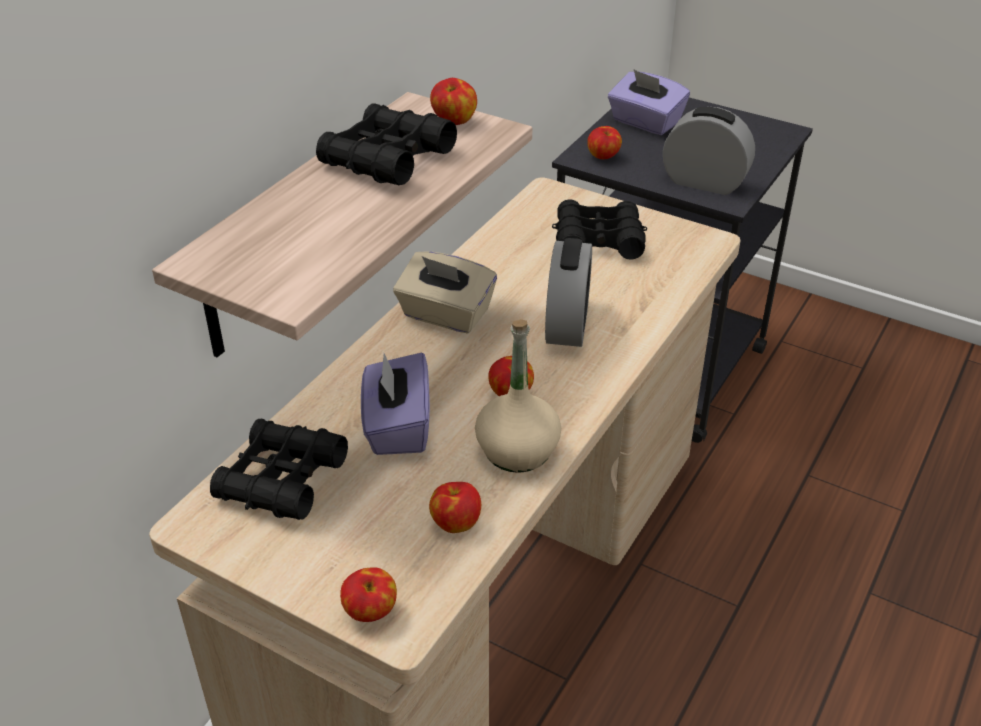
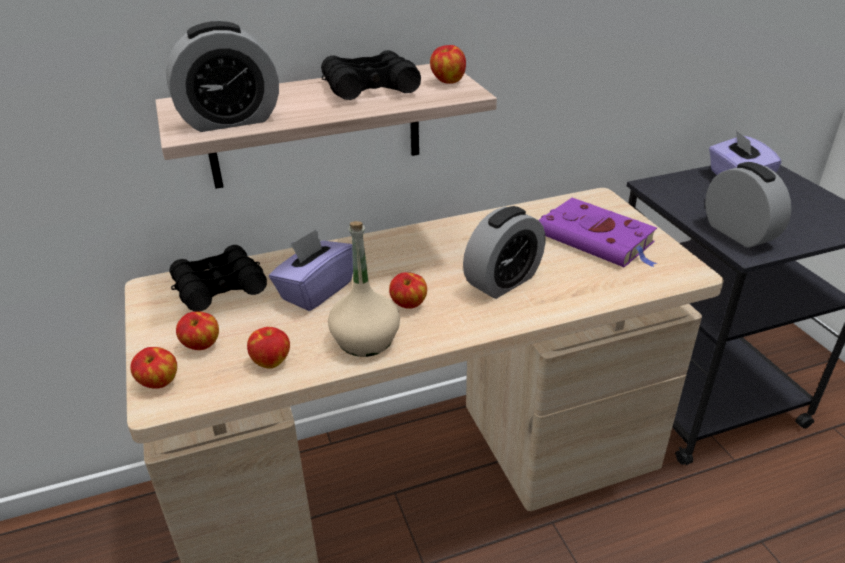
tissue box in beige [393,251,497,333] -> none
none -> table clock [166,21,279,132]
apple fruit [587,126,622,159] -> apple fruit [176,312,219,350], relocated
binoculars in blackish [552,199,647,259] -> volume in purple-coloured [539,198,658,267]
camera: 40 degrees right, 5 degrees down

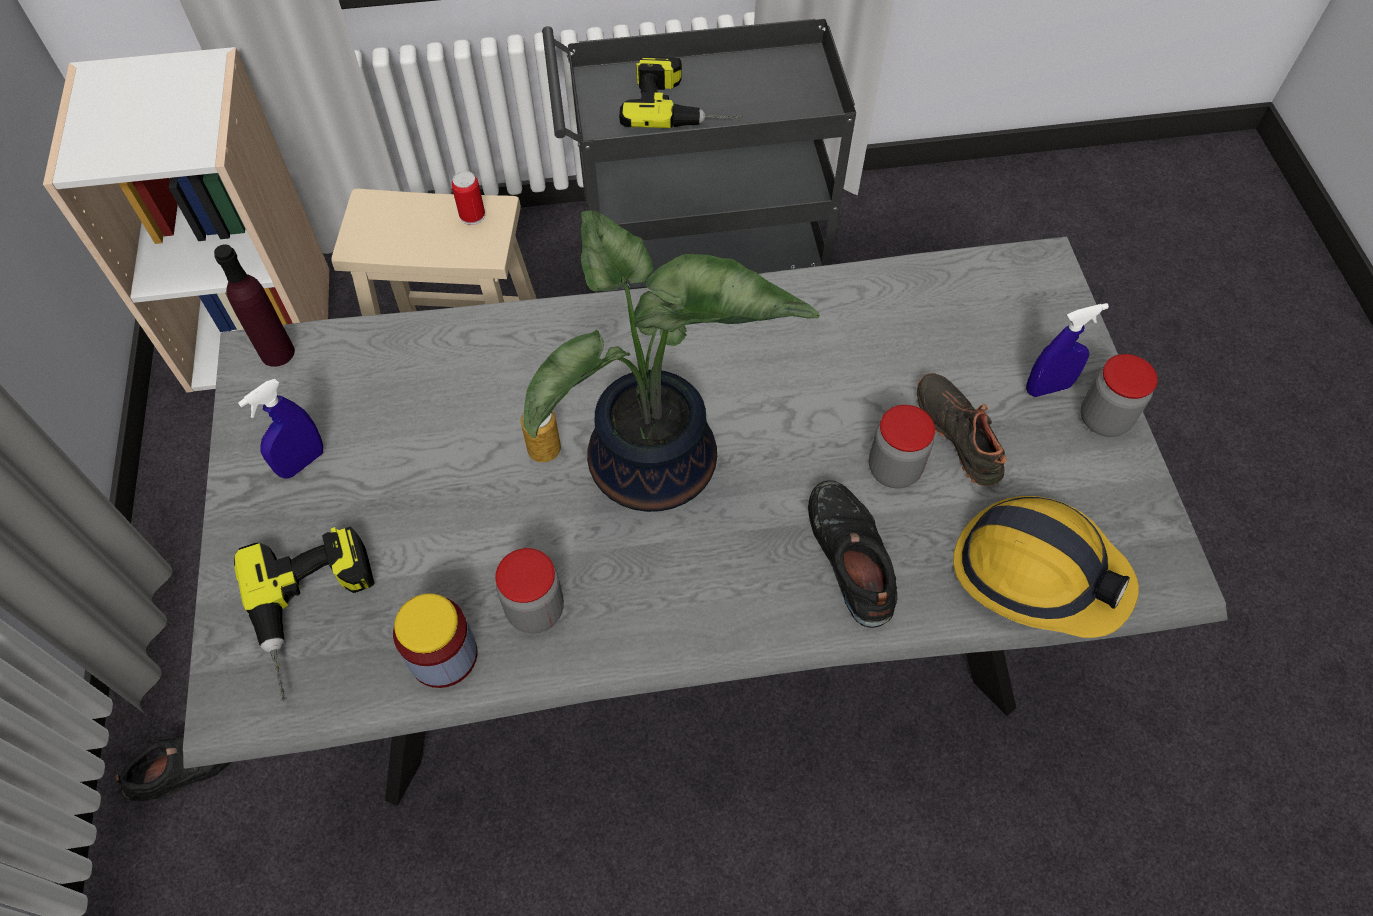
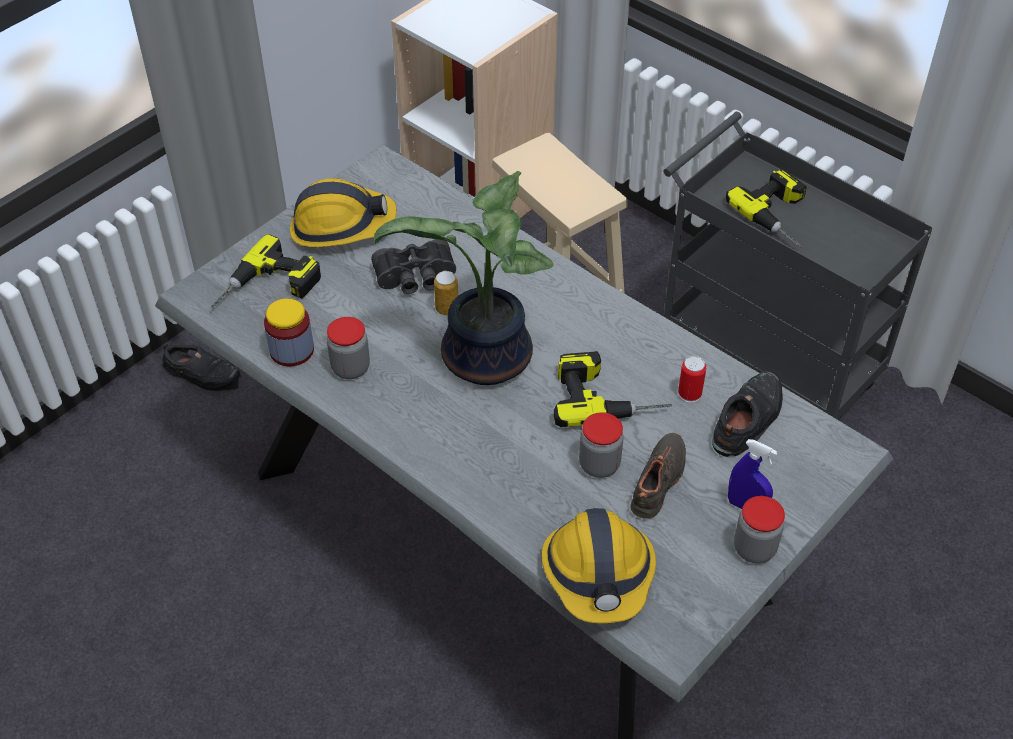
drink bottle in purple-coloured [214,244,295,367] -> none
none -> binoculars in blackish [371,239,456,294]
none -> electric drill [554,351,672,427]
can [451,171,485,225] -> can [678,356,706,403], relocated
low shoe in blackish [808,480,897,628] -> low shoe in blackish [712,371,783,457], relocated
sprayer in blue-coloured [238,379,323,479] -> work helmet [290,178,397,247]
camera: 50 degrees right, 10 degrees down

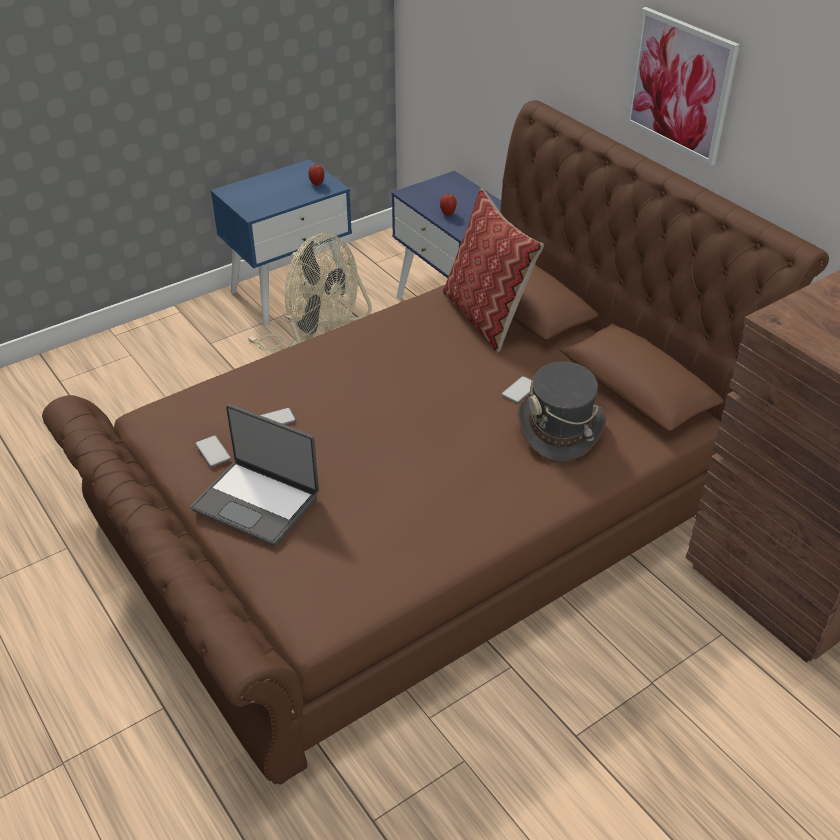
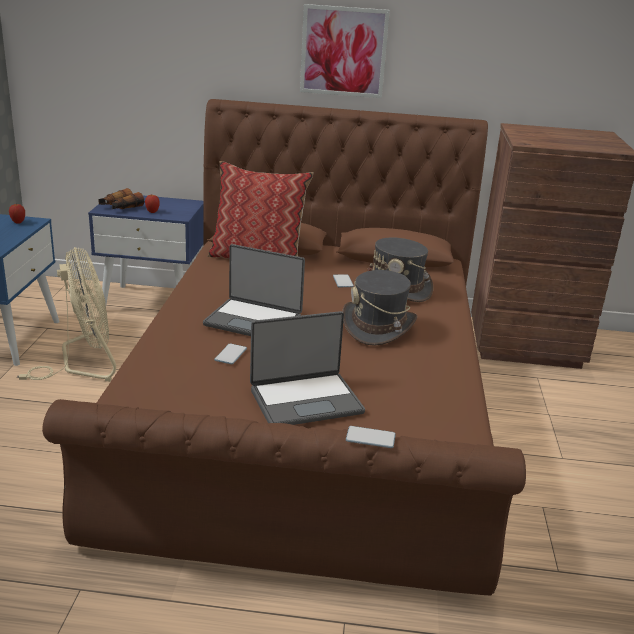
none -> binoculars [98,188,144,209]
none -> portable computer [203,244,305,336]
none -> clothing hat in gray [342,270,418,346]
phone [195,435,231,467] -> phone [346,426,396,448], relocated
camera: 50 degrees left, 15 degrees down

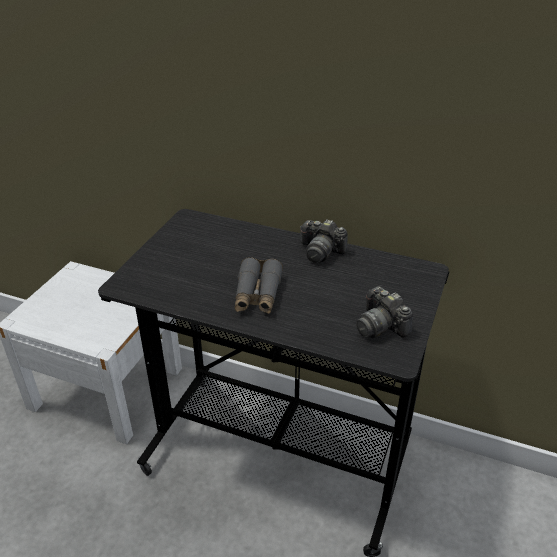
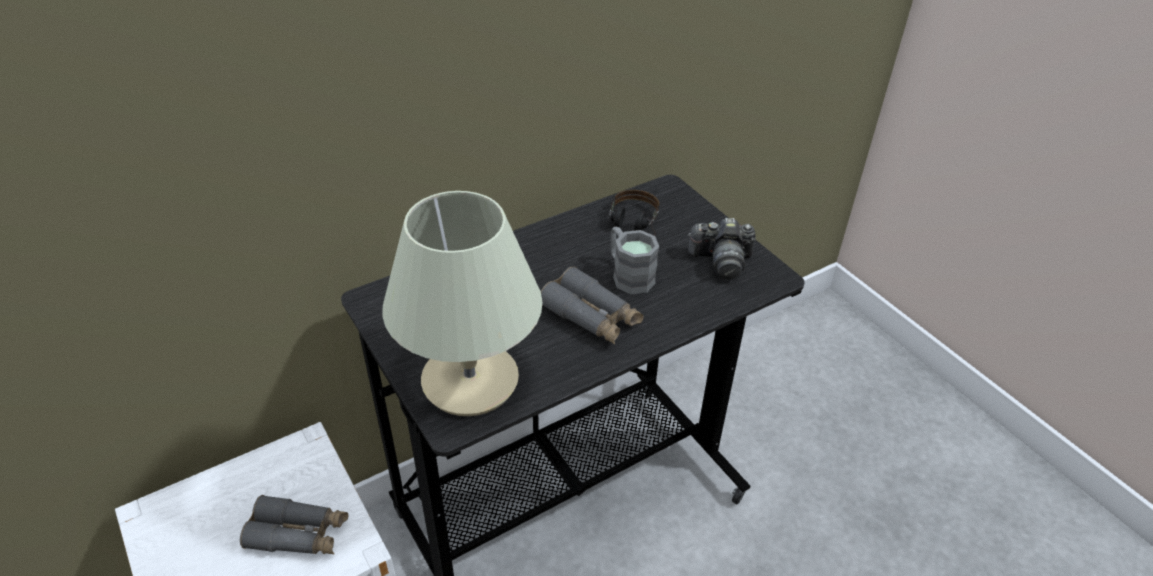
photo camera [300,219,348,263] -> none
none -> binoculars in gray [240,495,348,554]
none -> table lamp in beige [382,191,543,416]
none -> headphones [609,190,659,236]
none -> tea mug in gray [611,227,659,294]
camera: 55 degrees left, 5 degrees up

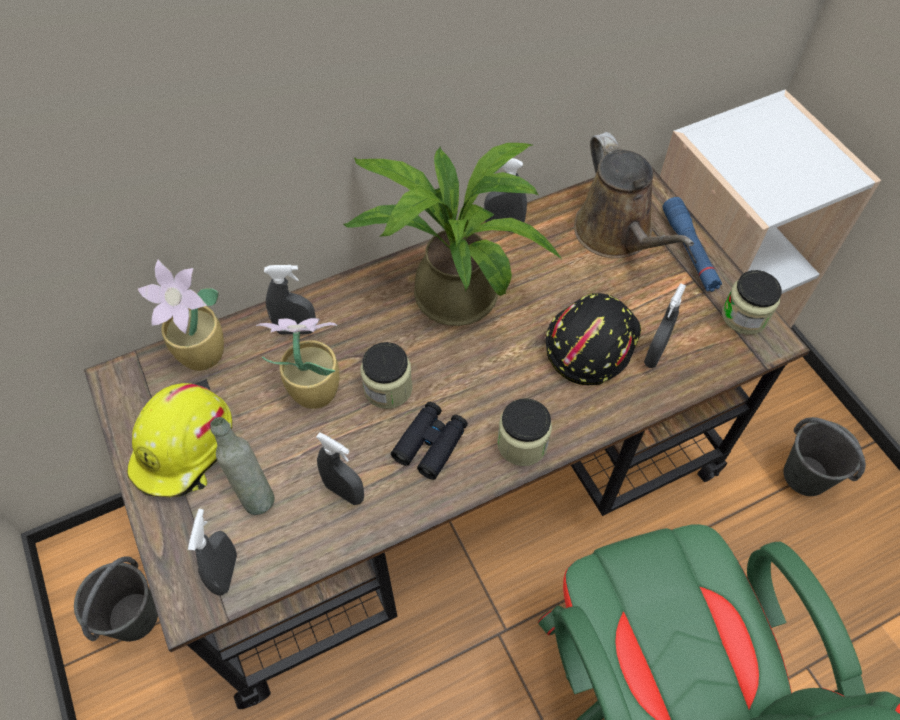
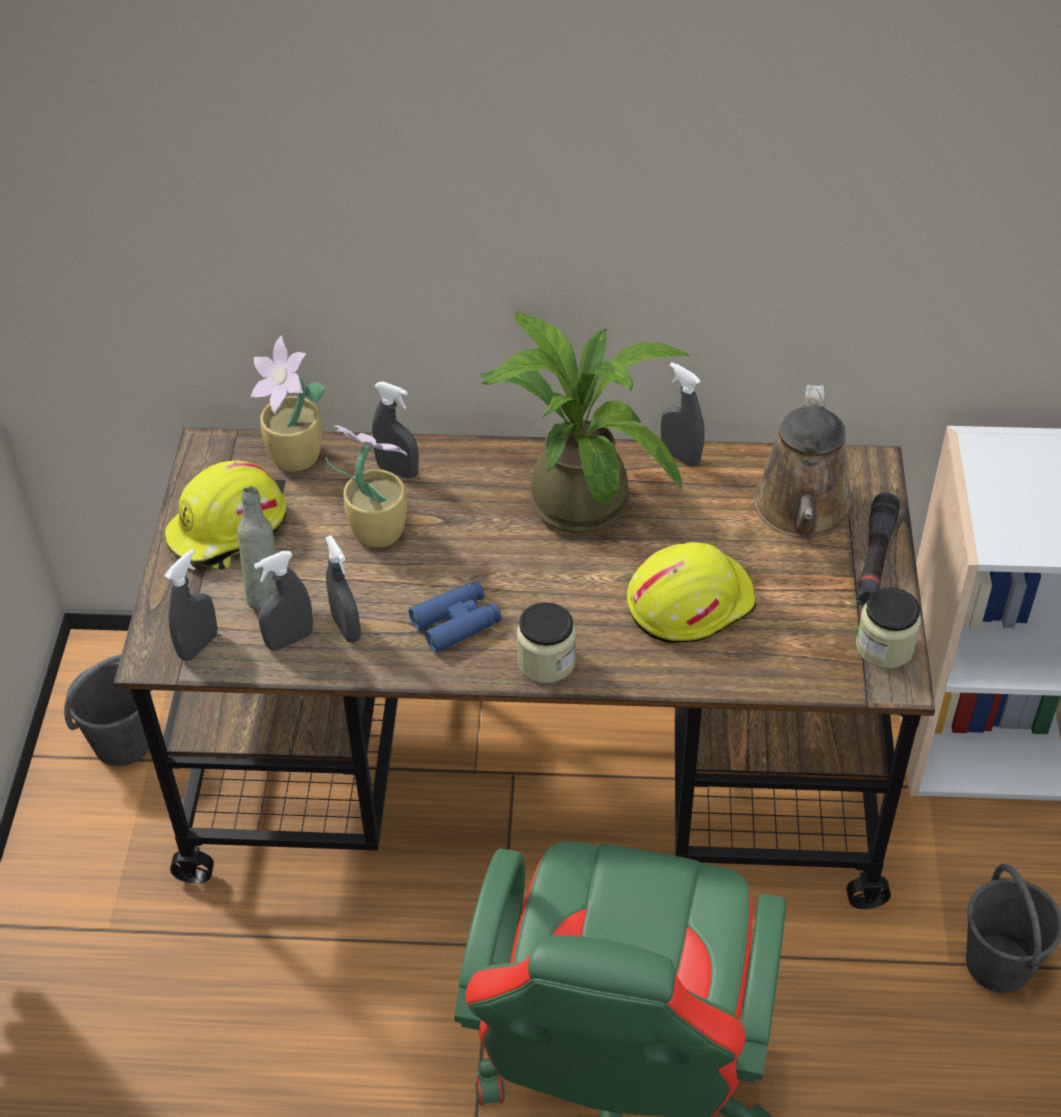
storage jar [361,342,413,409] -> none
sprayer in gray [644,283,686,368] -> sprayer in gray [254,551,313,651], relocated
binoculars in blackish [391,402,468,480] -> binoculars in blue-coloured [409,581,502,653]
work helmet in blackish [546,293,641,385] -> work helmet in yellowish [627,542,756,644]
torch in blue-coloured [662,197,722,292] -> torch in blackish [856,492,900,606]
camera: 30 degrees right, 10 degrees down

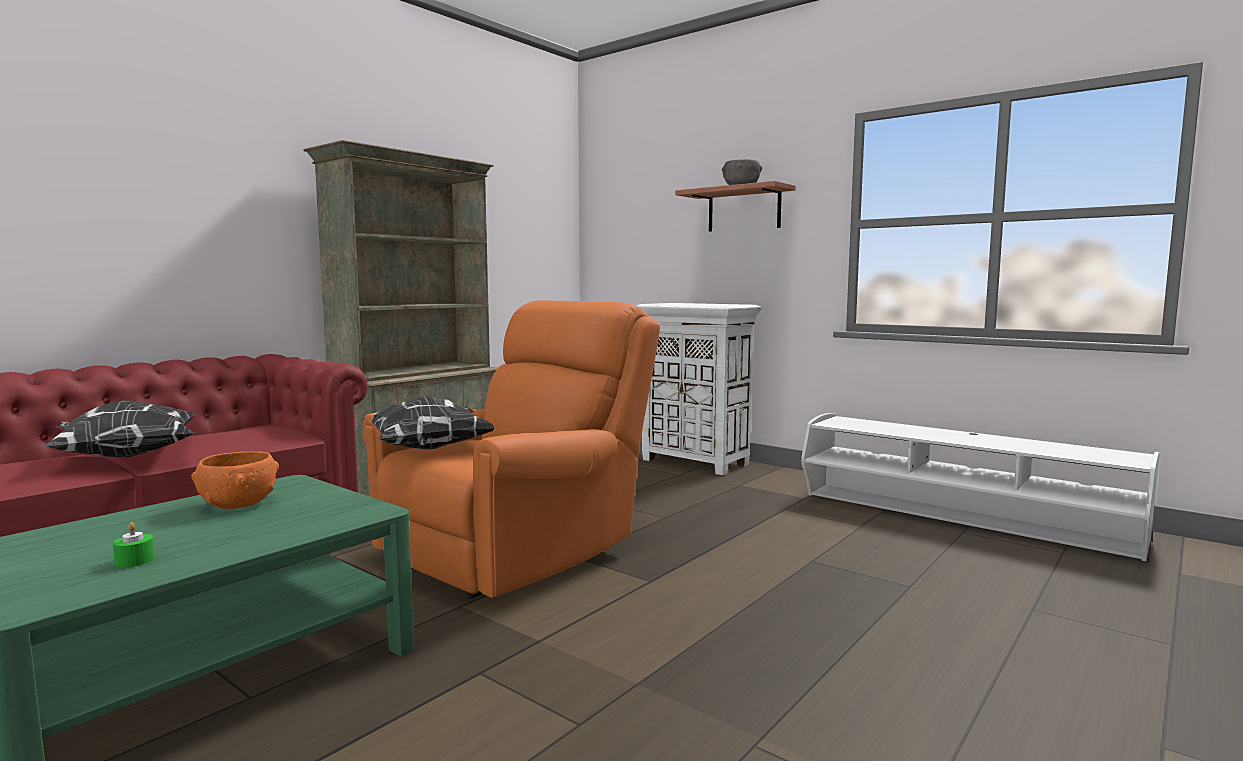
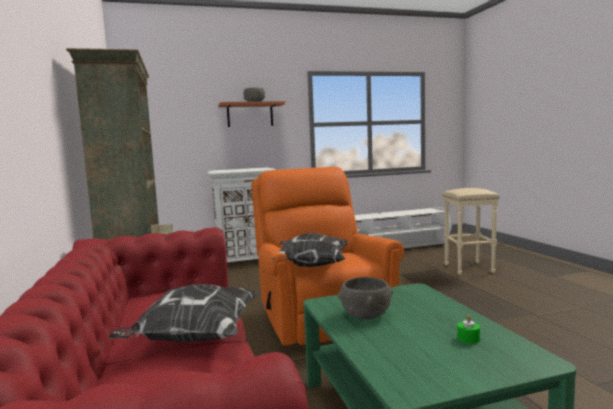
none -> stool in beige [442,188,500,275]
serving bowl in orange-coloured [191,452,279,509] -> serving bowl in gray [338,277,393,319]
camera: 55 degrees left, 0 degrees up

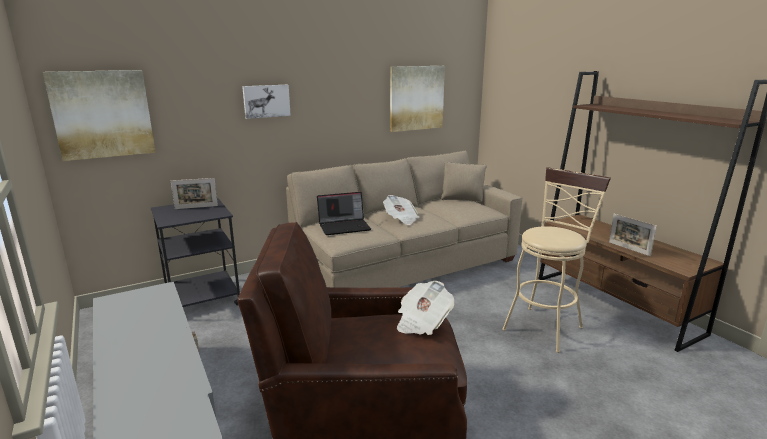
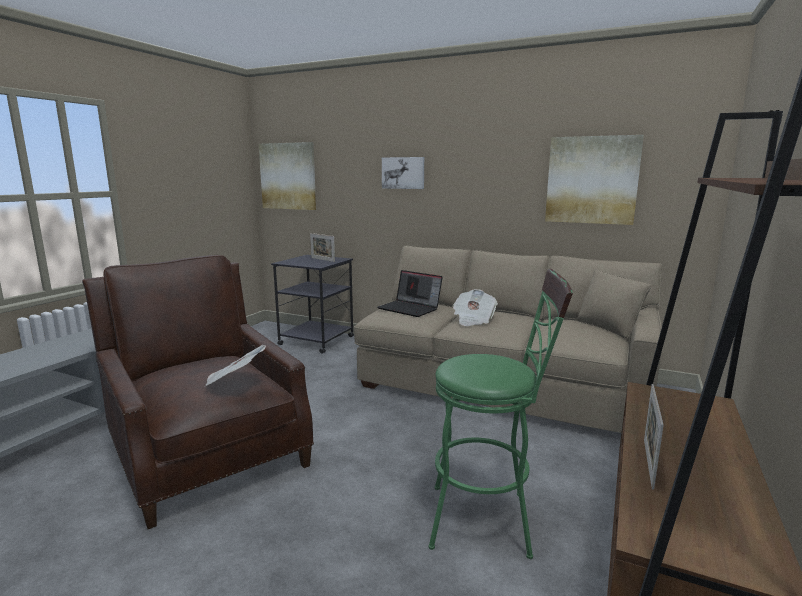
stool in beige [502,167,611,353] -> stool in green [428,269,573,559]
camera: 55 degrees right, 5 degrees down

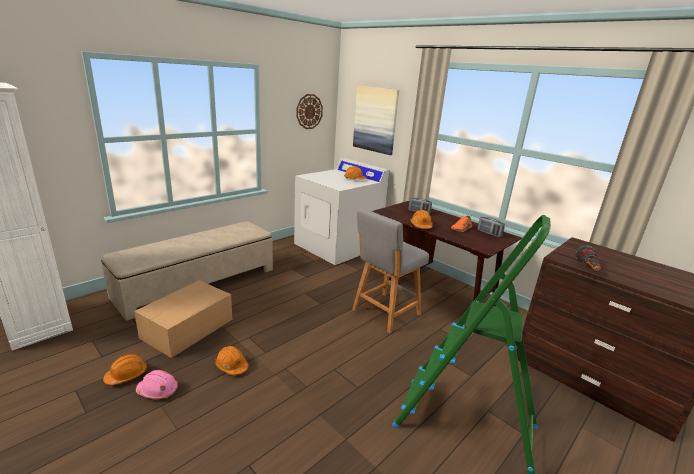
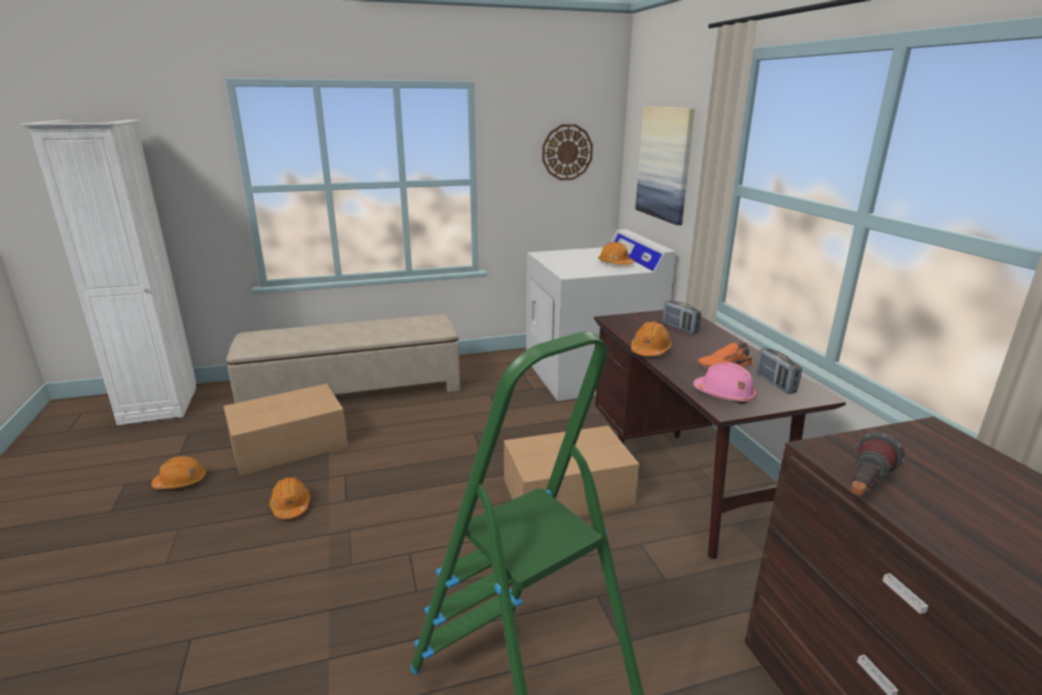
work helmet in pink-coloured [136,370,178,399] -> work helmet in pink-coloured [693,362,757,404], relocated
stool in gray [352,208,429,333] -> cardboard box [504,426,639,516]
camera: 30 degrees right, 0 degrees up

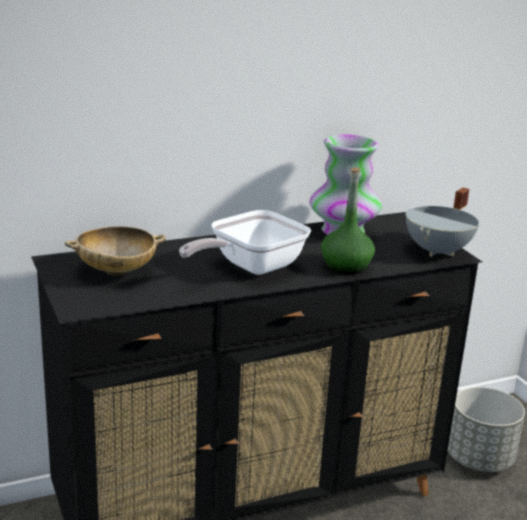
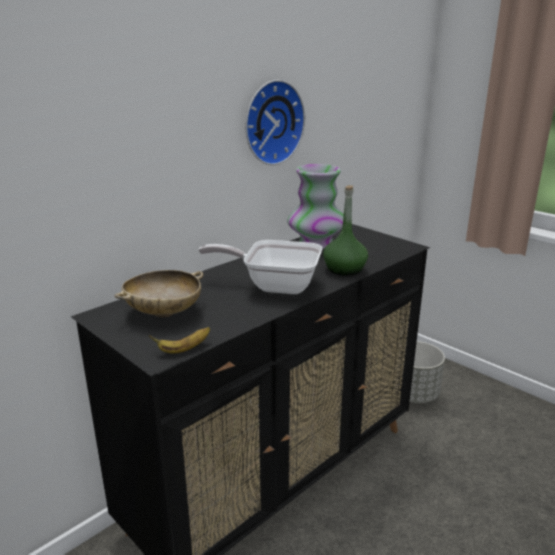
cooking pot in gray [406,188,479,257] -> none
none -> banana fruit [149,327,210,354]
none -> clock on the wall [245,80,305,165]
pan [179,210,311,275] -> pan [199,240,323,294], 75 degrees clockwise
camera: 20 degrees left, 0 degrees up

